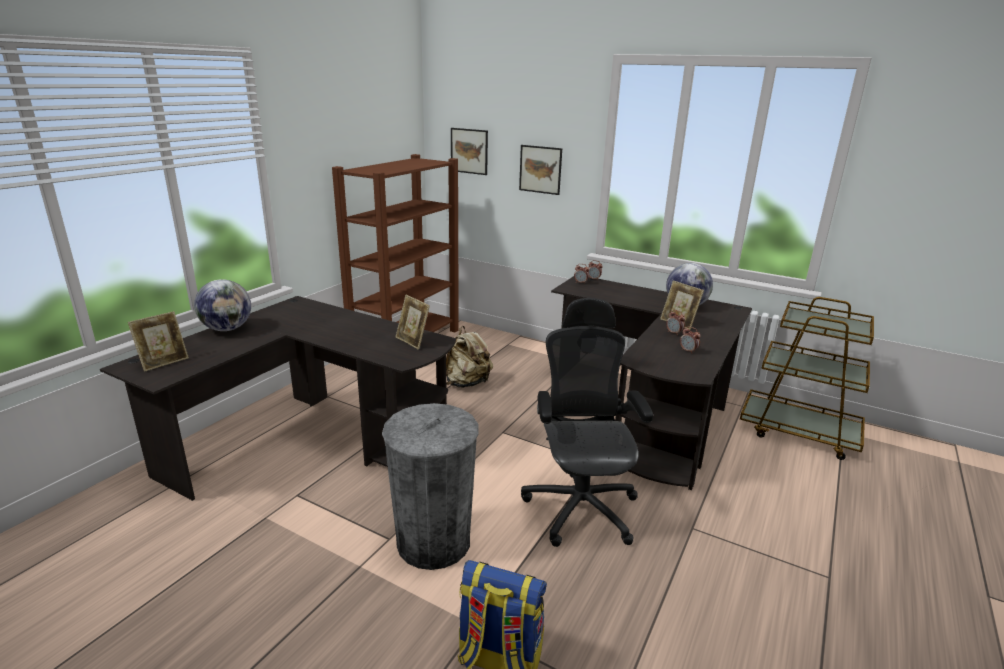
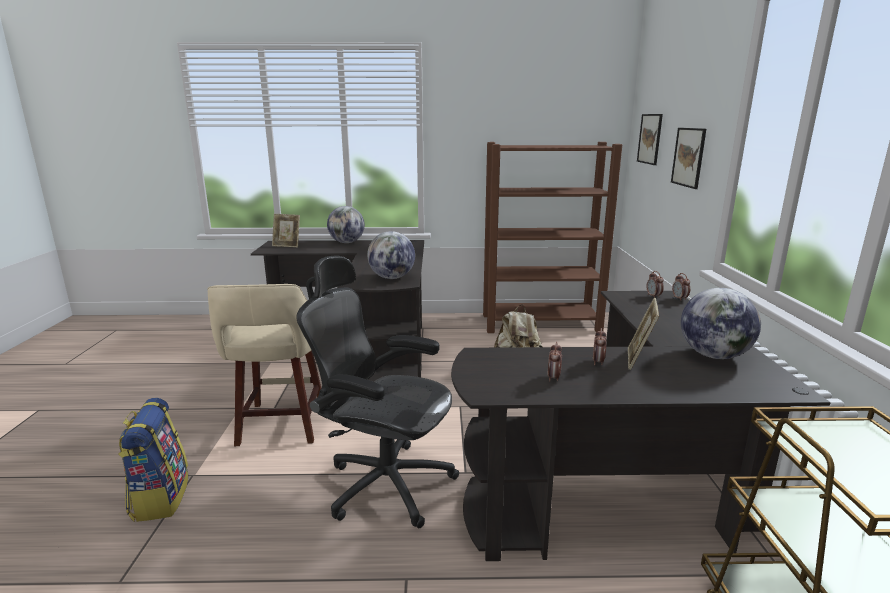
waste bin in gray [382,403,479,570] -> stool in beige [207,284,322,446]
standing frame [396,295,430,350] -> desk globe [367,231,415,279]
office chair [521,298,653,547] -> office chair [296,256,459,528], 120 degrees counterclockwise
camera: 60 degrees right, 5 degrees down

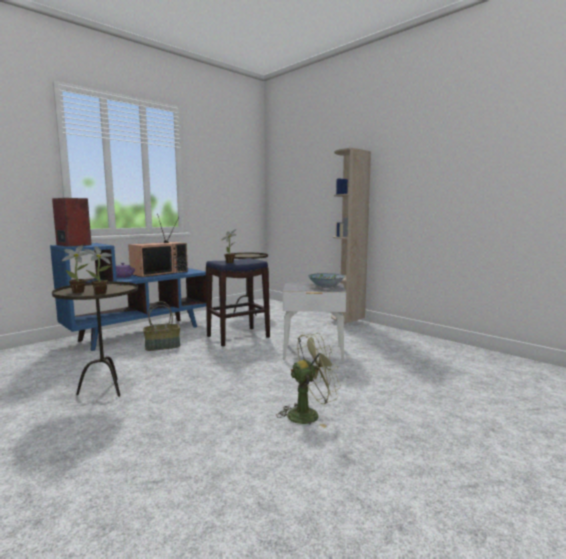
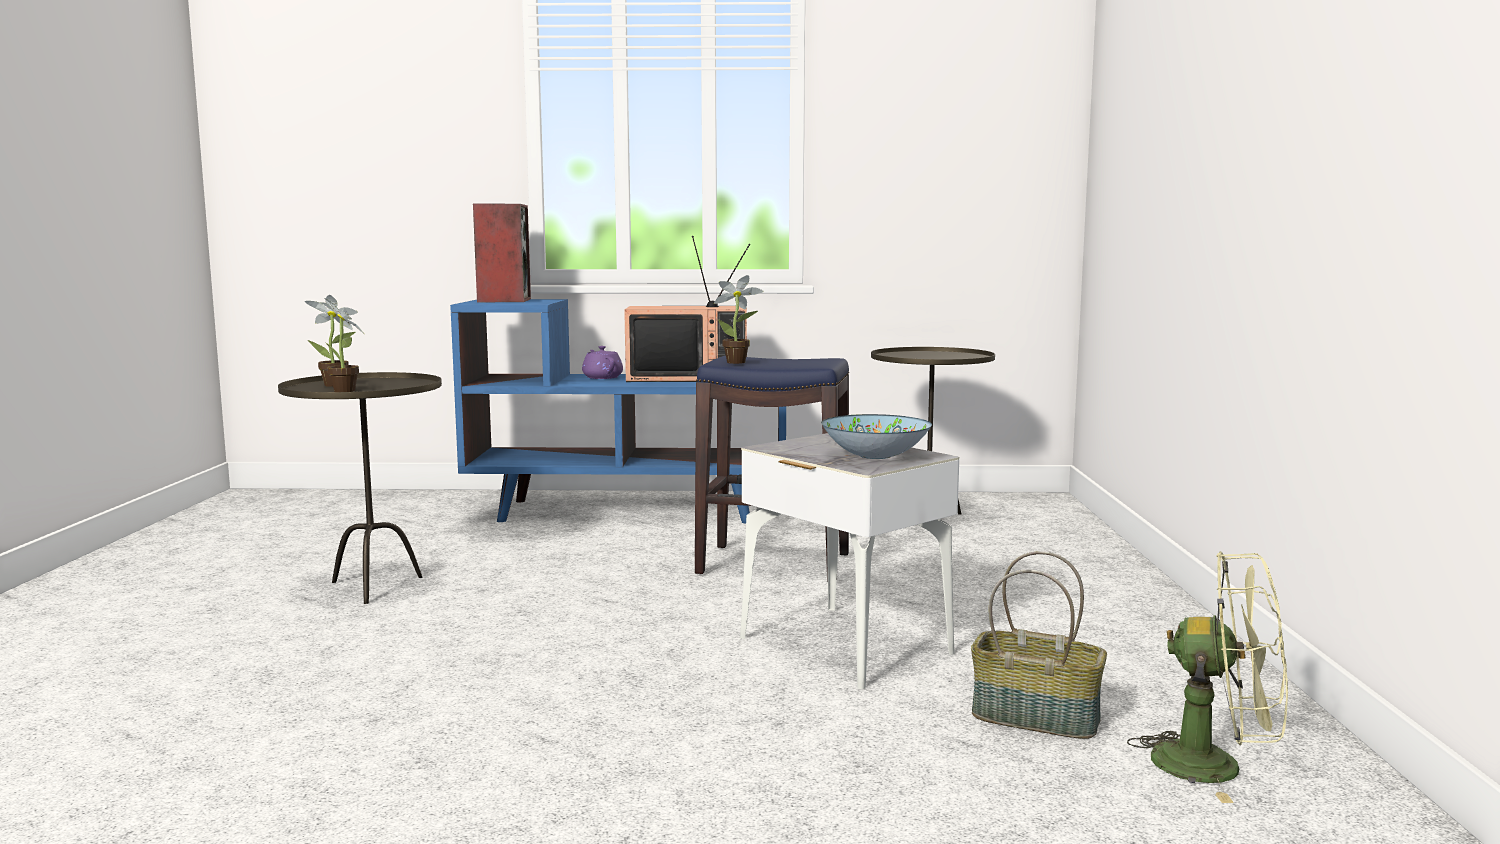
bookshelf in beige [331,148,371,326] -> none
basket [143,301,180,351] -> basket [971,551,1107,739], relocated
cooling fan in green [276,333,341,428] -> cooling fan in green [1127,551,1288,803], relocated
camera: 45 degrees right, 0 degrees up

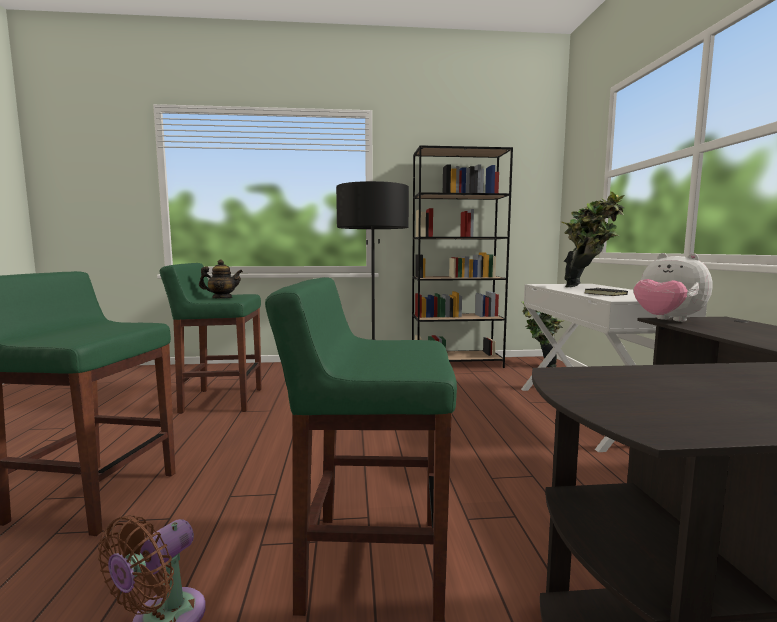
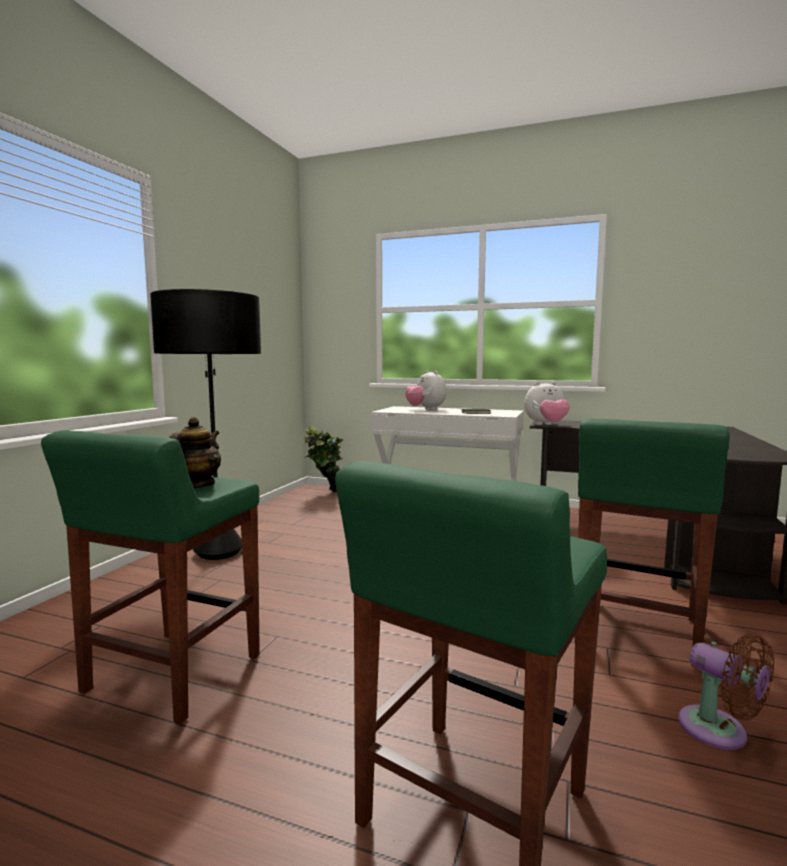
bookshelf in beige [412,145,513,368] -> none
houseplant [561,192,624,287] -> plush toy [405,371,446,410]
camera: 65 degrees left, 0 degrees up

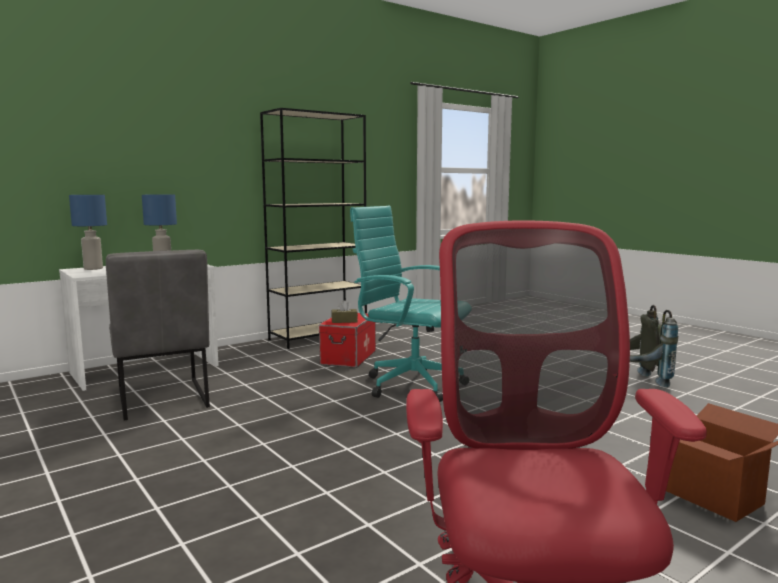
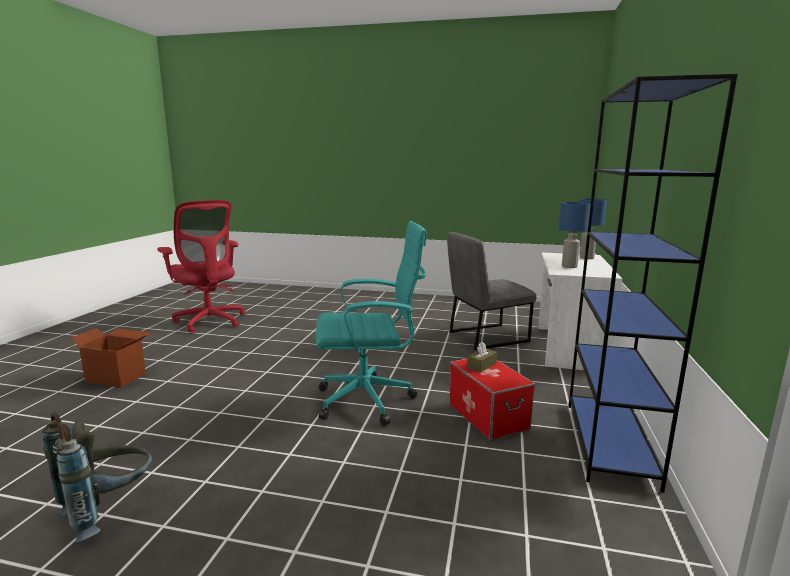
bookshelf in beige [260,108,367,349] -> bookshelf in blue-coloured [568,74,738,493]
chair in gray [106,250,210,421] -> chair in gray [447,232,536,350], 45 degrees counterclockwise
camera: 140 degrees right, 5 degrees up

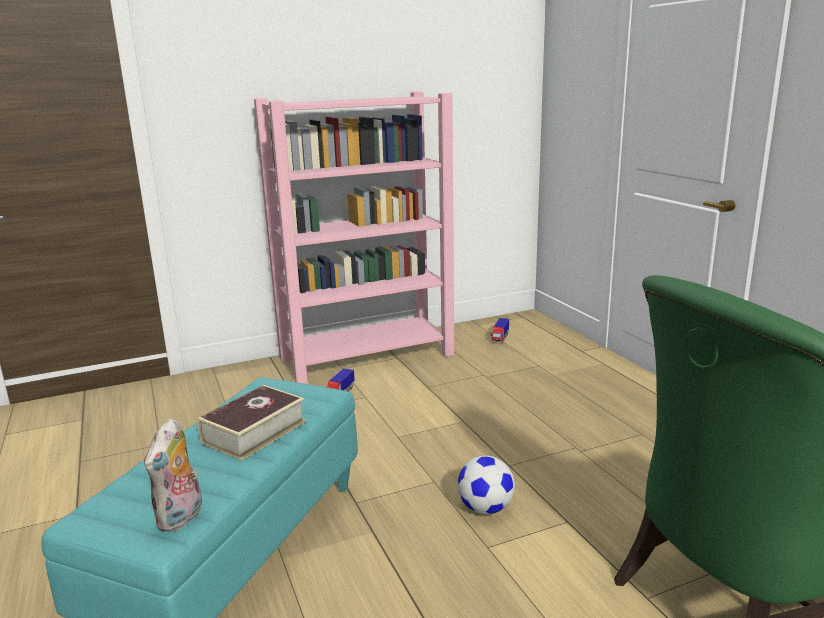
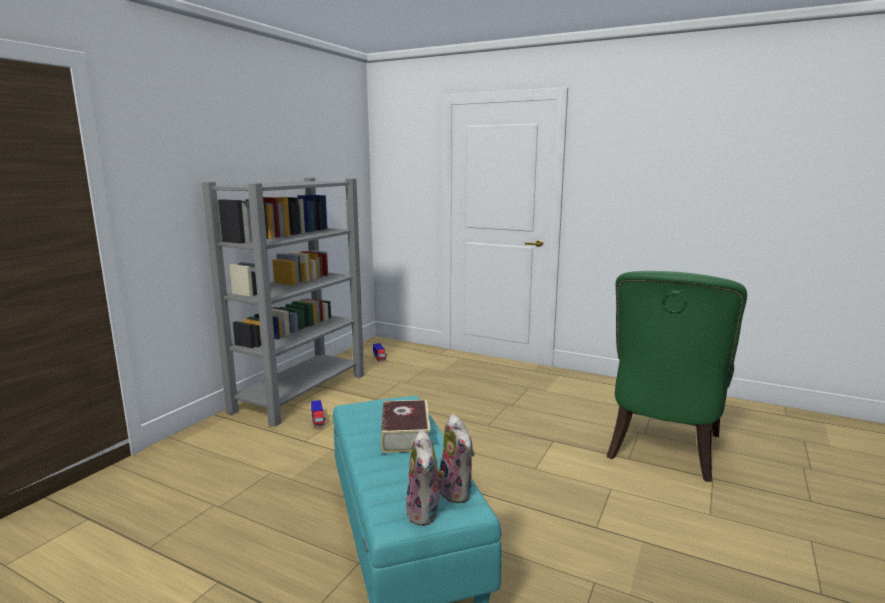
football [457,455,515,515] -> none
none -> plush toy [406,430,445,526]
bookshelf in pink-coloured [254,91,454,384] -> bookshelf in gray [202,177,364,427]
camera: 40 degrees left, 5 degrees down

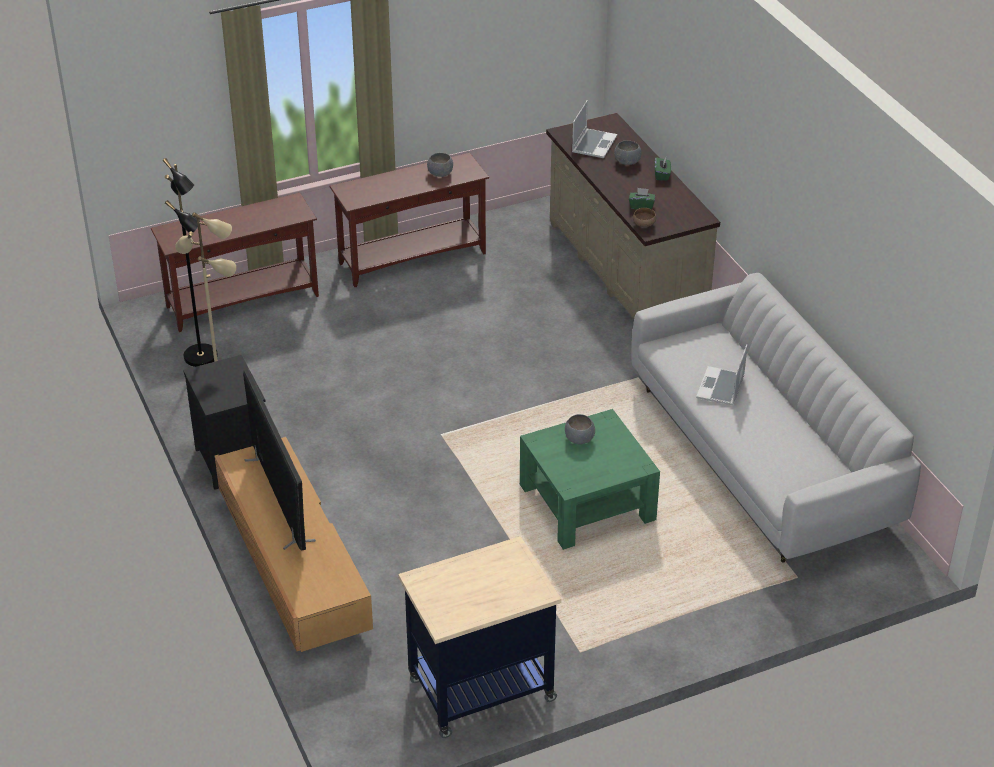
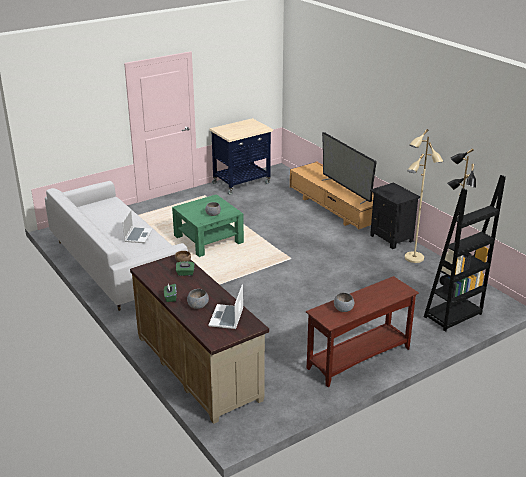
narrow table in brown [151,193,319,332] -> bookshelf in blackish [424,175,506,332]
camera: 170 degrees right, 10 degrees down

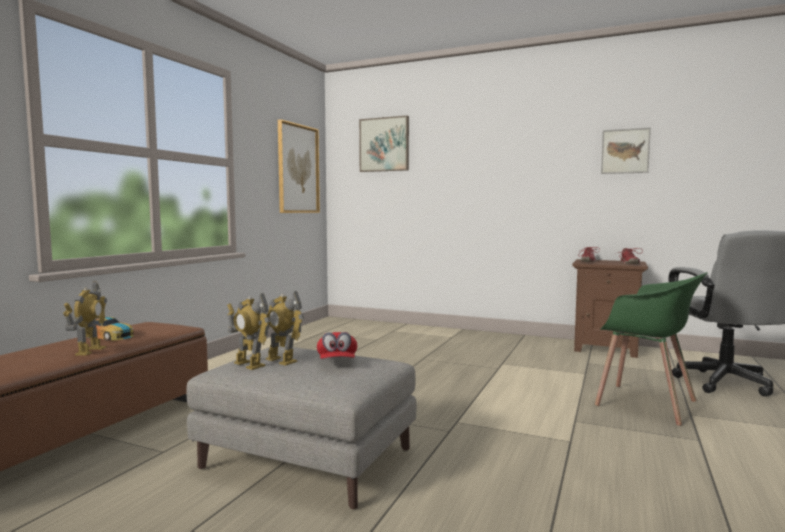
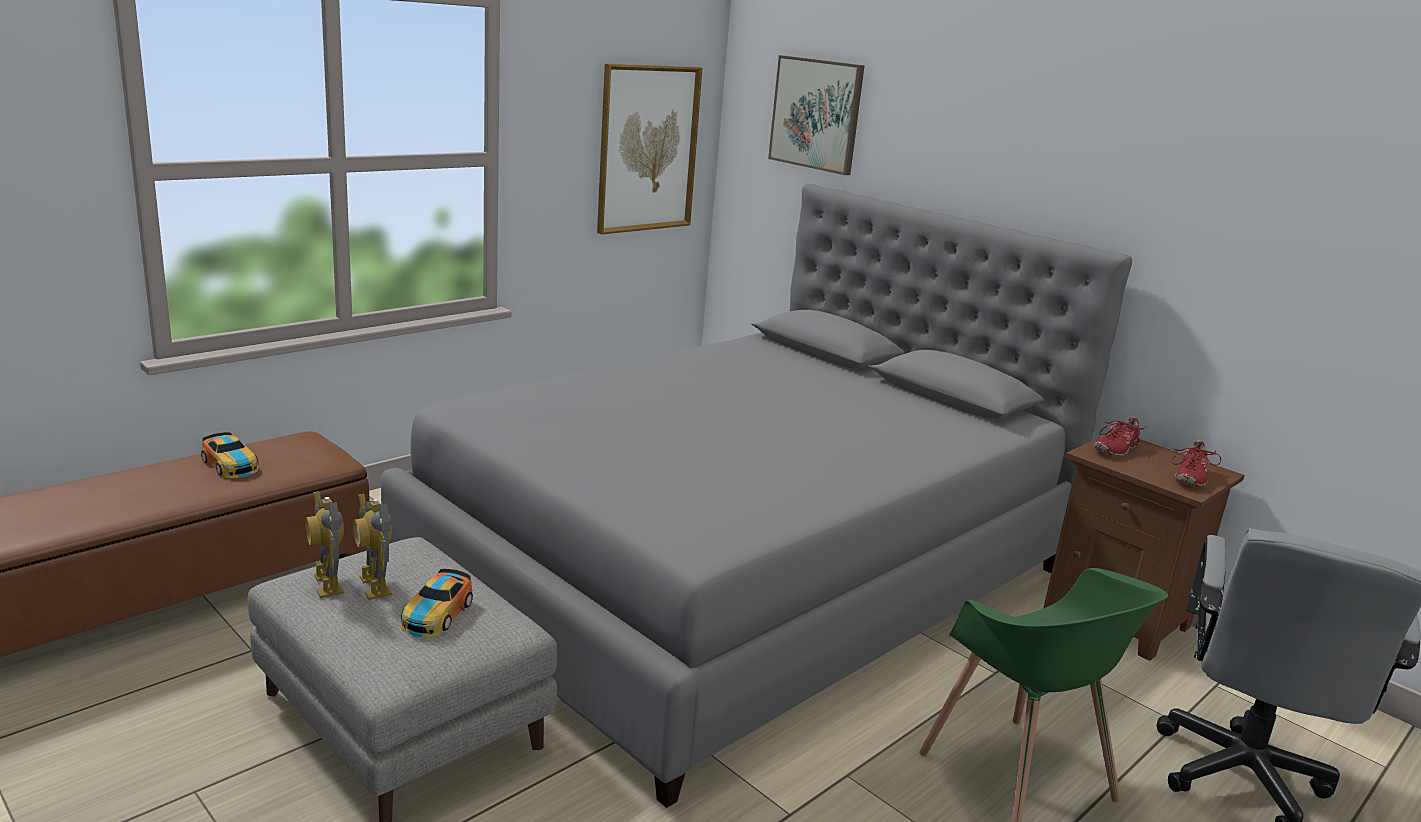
model robot [63,281,107,355] -> none
wall art [601,128,651,174] -> none
none -> bed in gray [381,183,1132,808]
cap in red-coloured [317,332,357,359] -> toy car [401,569,473,637]
camera: 20 degrees right, 15 degrees up

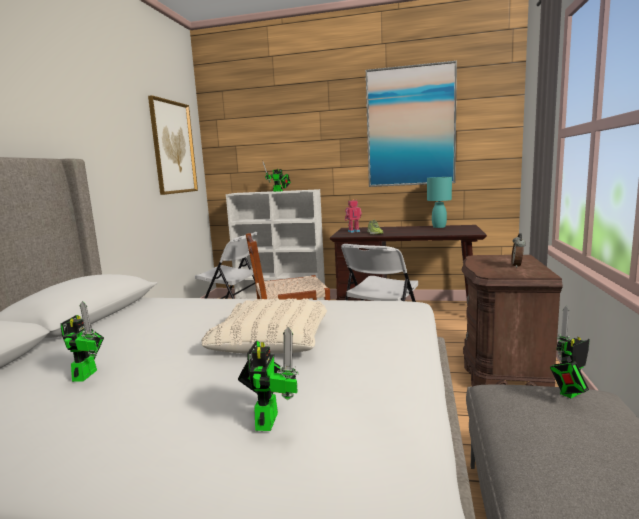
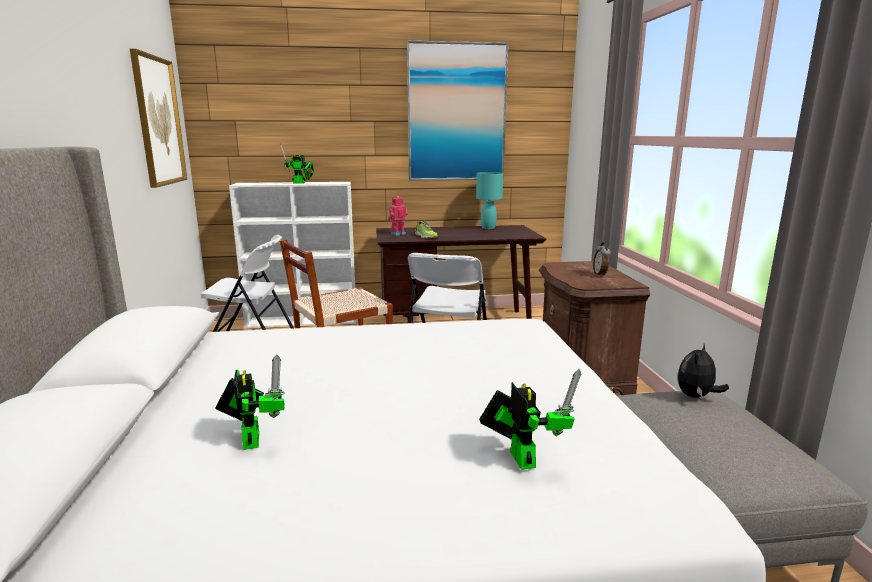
throw pillow in beige [201,298,327,354] -> none
model robot [550,305,589,398] -> plush toy [677,344,729,398]
camera: 20 degrees left, 5 degrees up

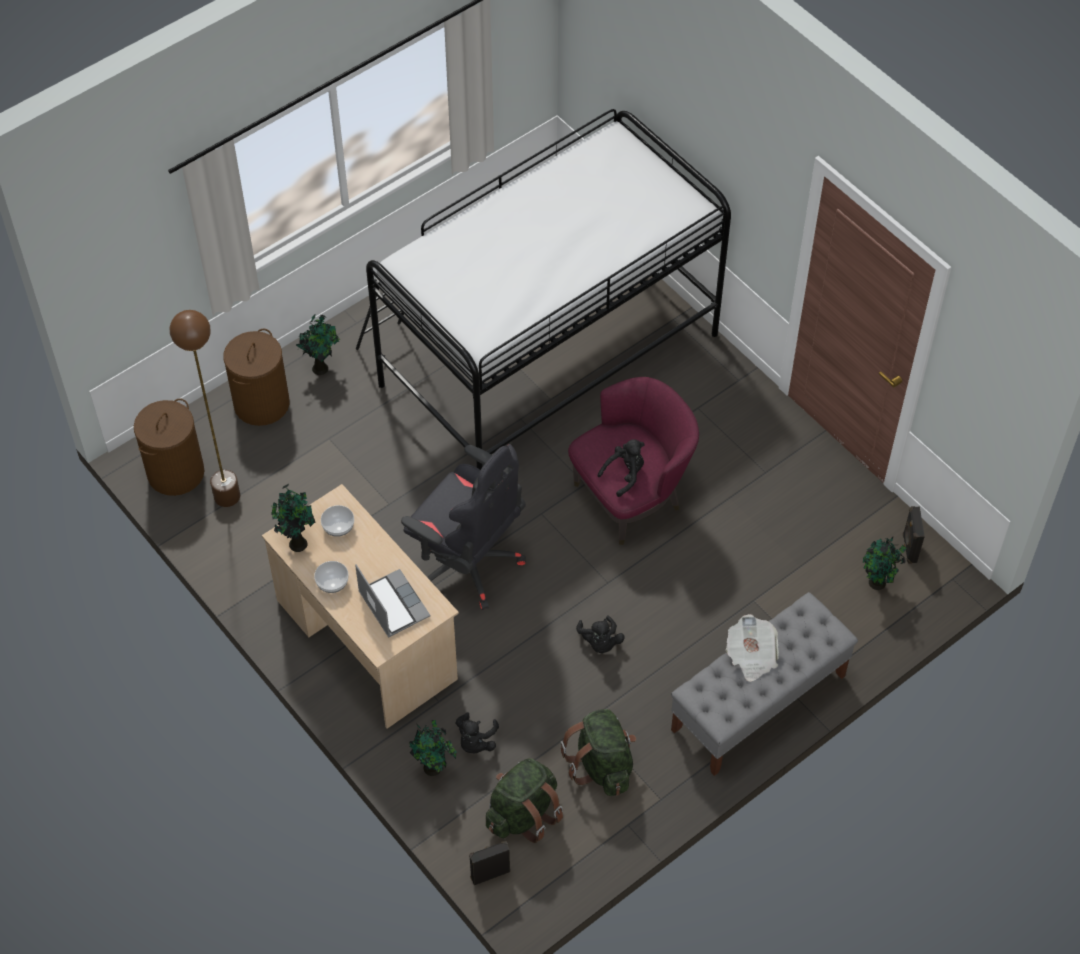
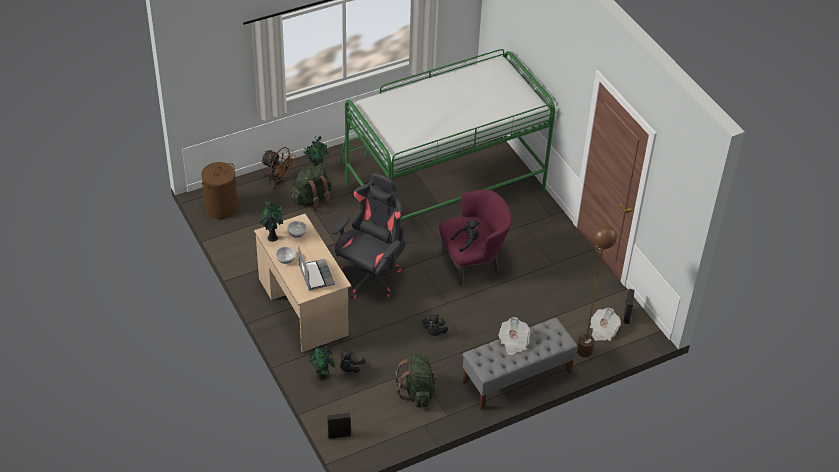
standard lamp in brown [170,310,240,507] -> standard lamp in brown [576,225,617,357], relocated
knapsack in green [486,758,563,843] -> knapsack in green [291,165,332,211], relocated
hamper in brown [223,328,289,426] -> cooling fan in brown [261,147,296,190]
houseplant [863,537,907,590] -> daily paper [590,308,621,341]
bed in blackish [356,109,731,470] -> bed in green [338,49,555,221]
office chair in blackish [401,444,526,610] -> office chair in blackish [332,173,406,299], 105 degrees counterclockwise
camera: 10 degrees right, 10 degrees down

